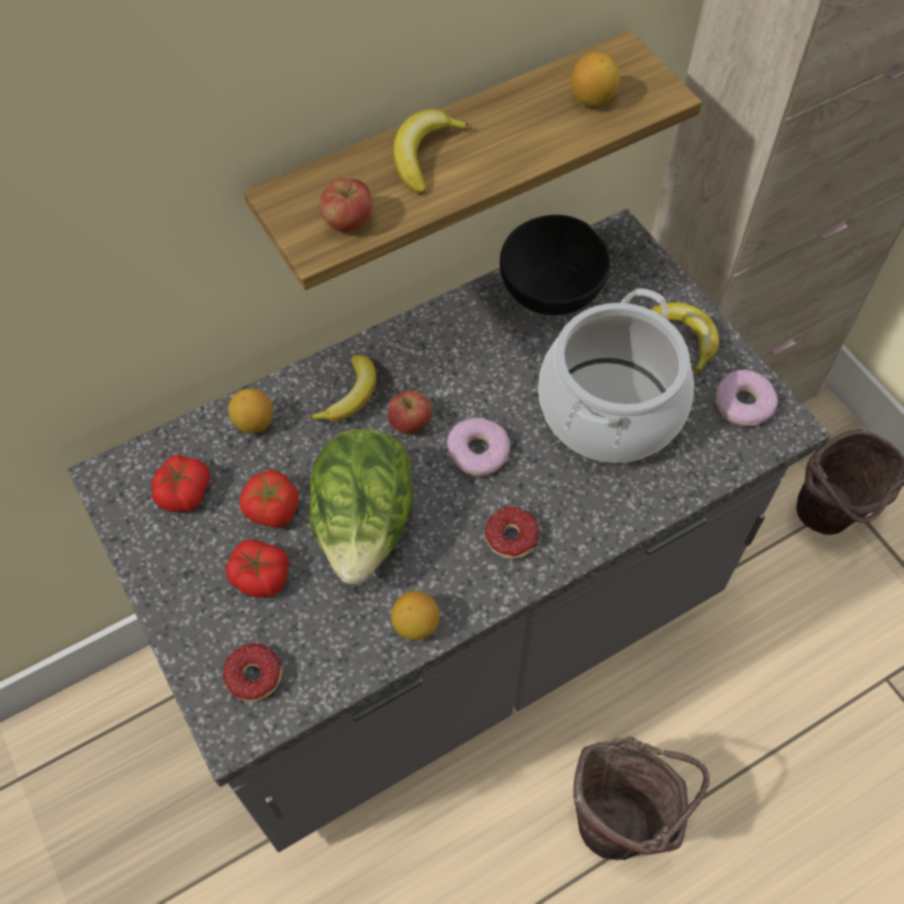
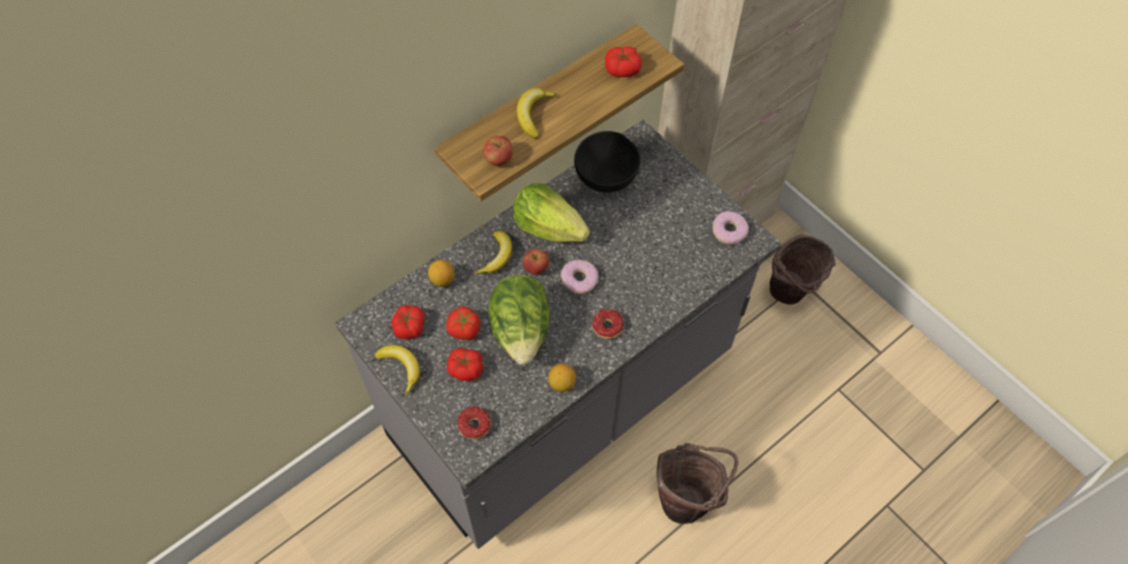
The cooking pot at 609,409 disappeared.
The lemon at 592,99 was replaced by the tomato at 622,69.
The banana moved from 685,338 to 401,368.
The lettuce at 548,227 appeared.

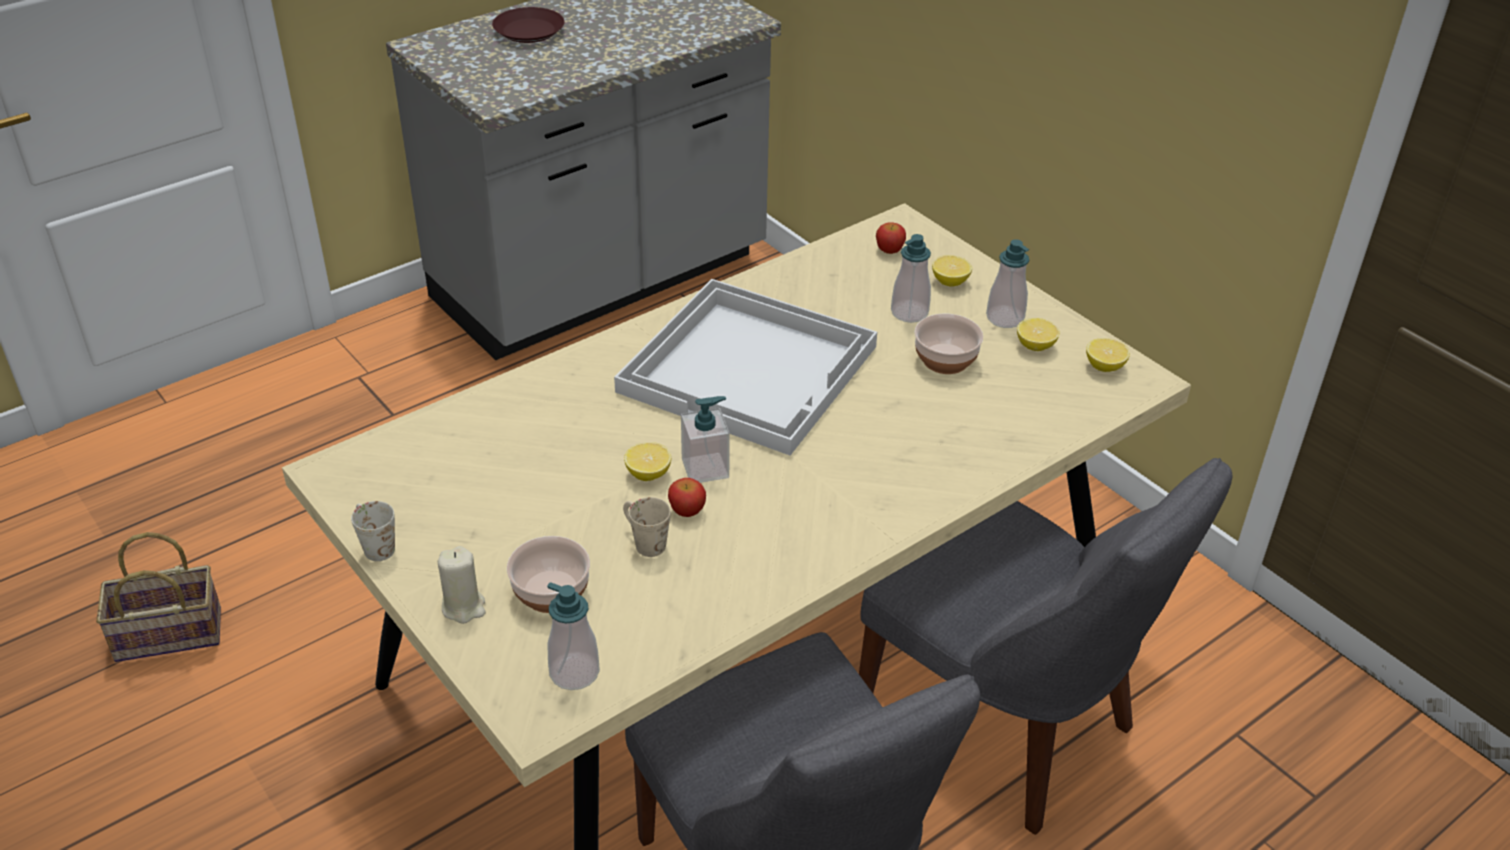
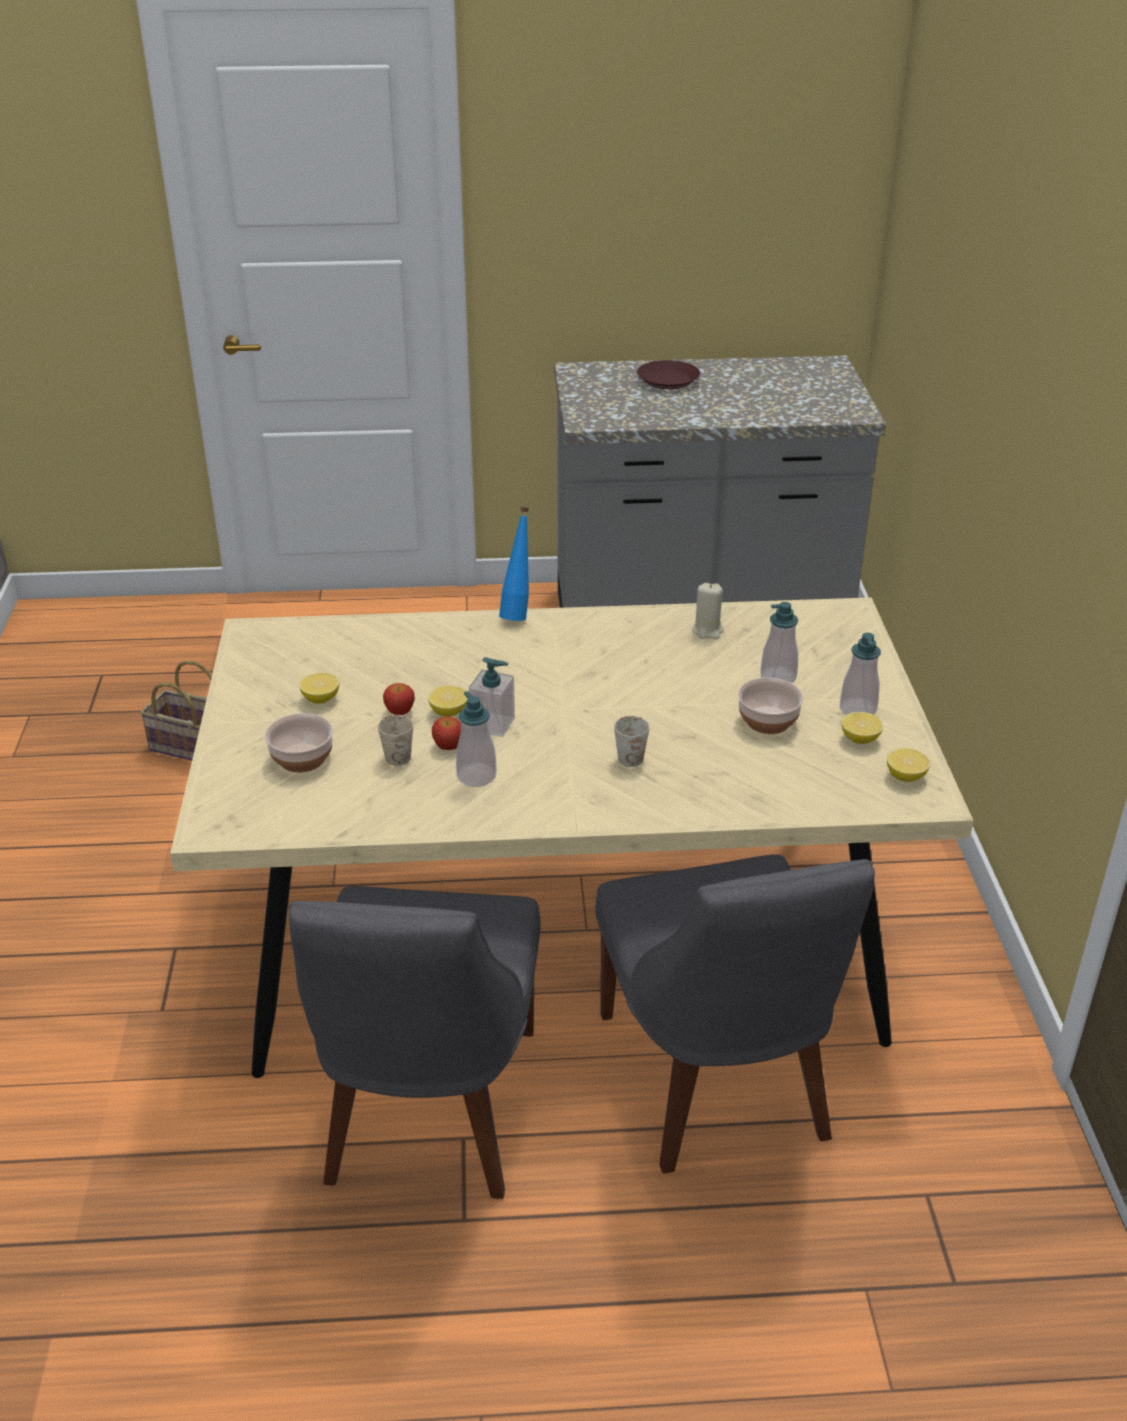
The mug (white) moved from 374,545 to 629,754.
The candle (beige) moved from 464,607 to 708,631.
The soap dispenser moved from 574,672 to 476,776.
The tray (white) at 751,368 disappeared.
The apple moved from 889,250 to 399,711.
The lemon moved from 950,281 to 321,699.
The bottle (blue) at 518,614 appeared.

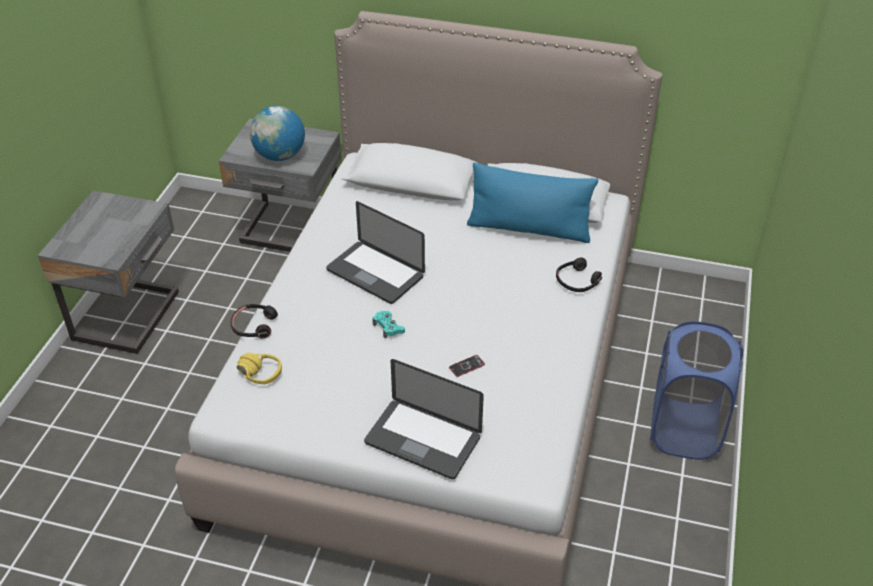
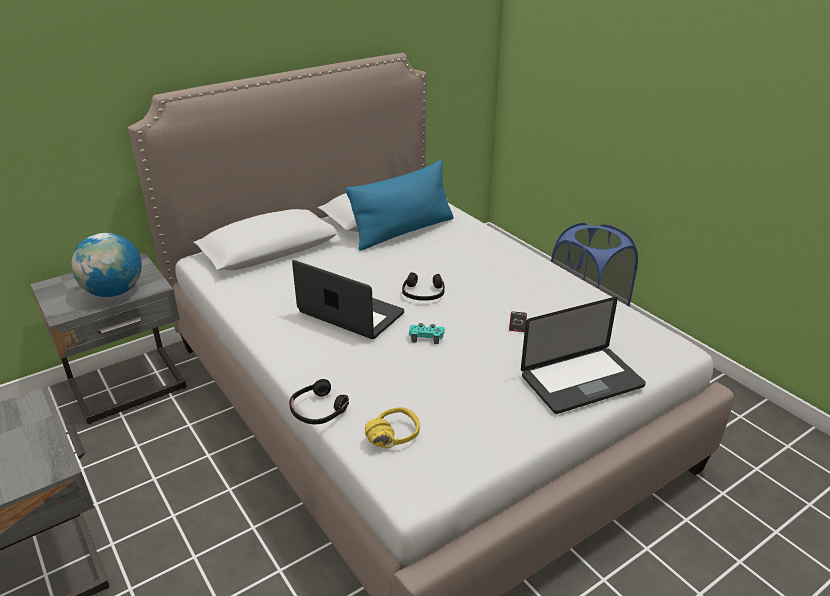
The laptop at 375,273 turned 135 degrees counterclockwise.
The headphones (black) moved from 577,281 to 423,293.

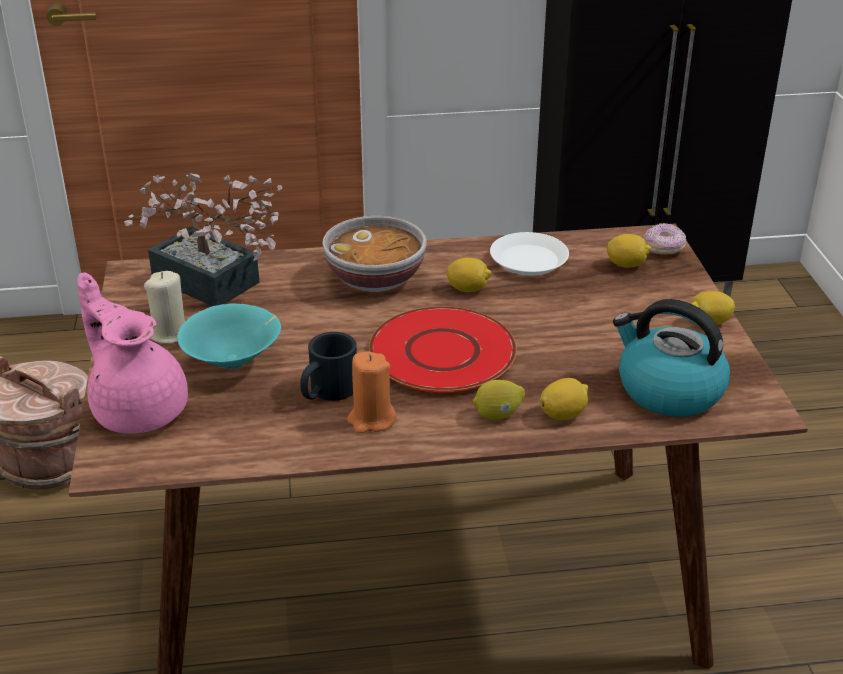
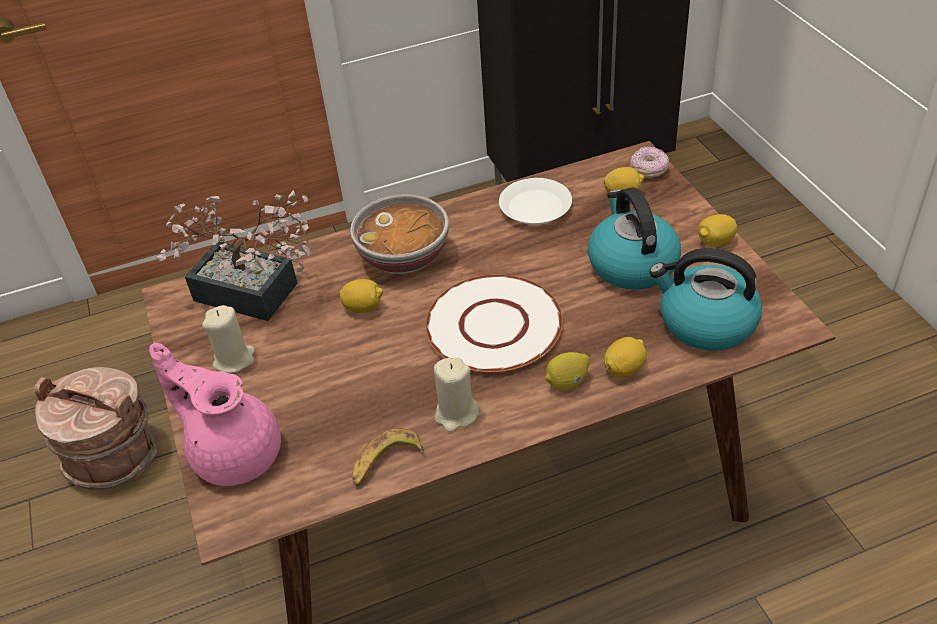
The bowl (turquoise) at 235,362 disappeared.
The mug (black) at 327,392 disappeared.
The candle (orange) at 371,419 became the candle (beige) at 456,414.
The plate (red) at 441,353 became the plate (white) at 493,326.
The lemon moved from 468,289 to 363,307.
The banana at 385,462 appeared.
The kettle at 631,264 appeared.

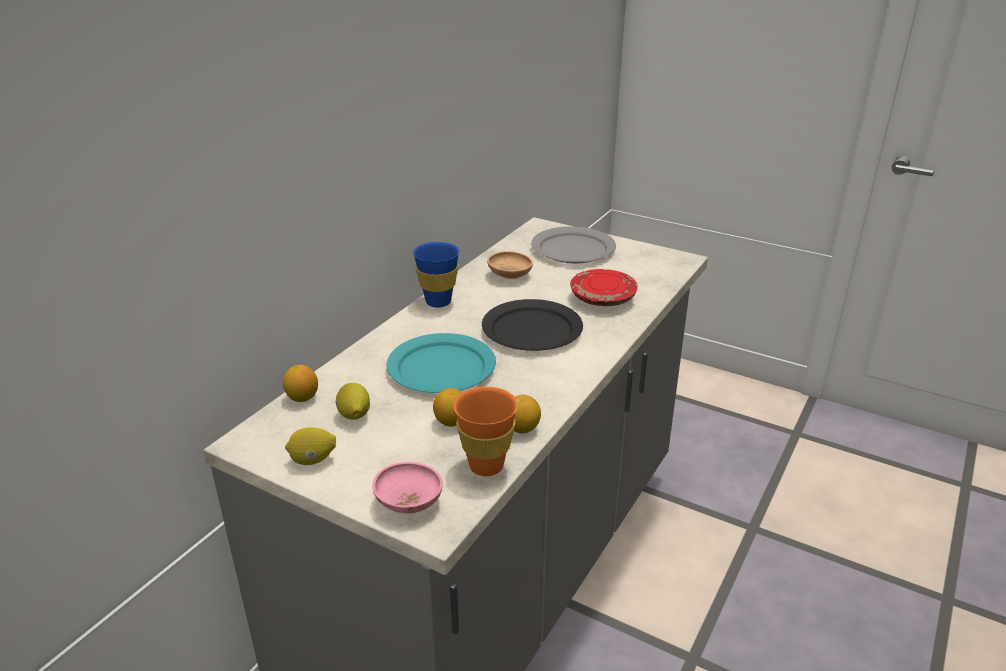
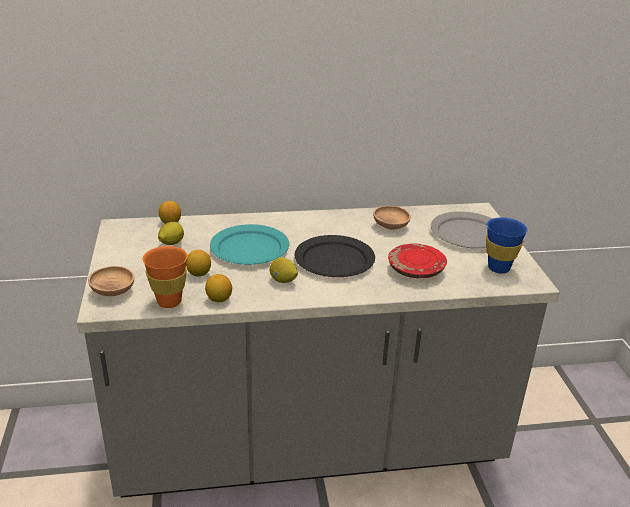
The lemon moved from 313,460 to 283,281.
The bowl (pink) at 408,502 became the bowl (brown) at 113,291.
The cup (blue) moved from 438,302 to 498,268.

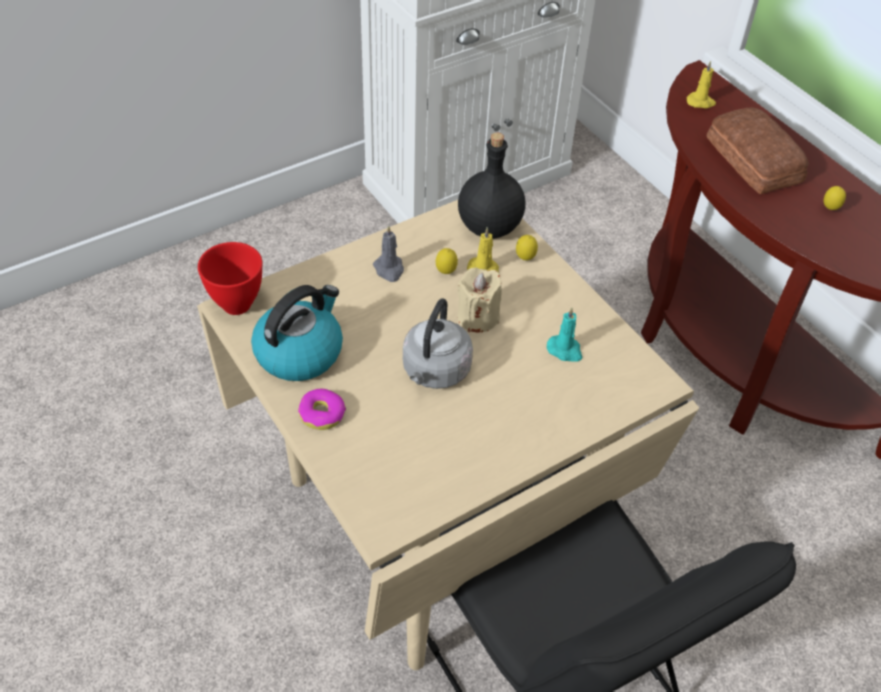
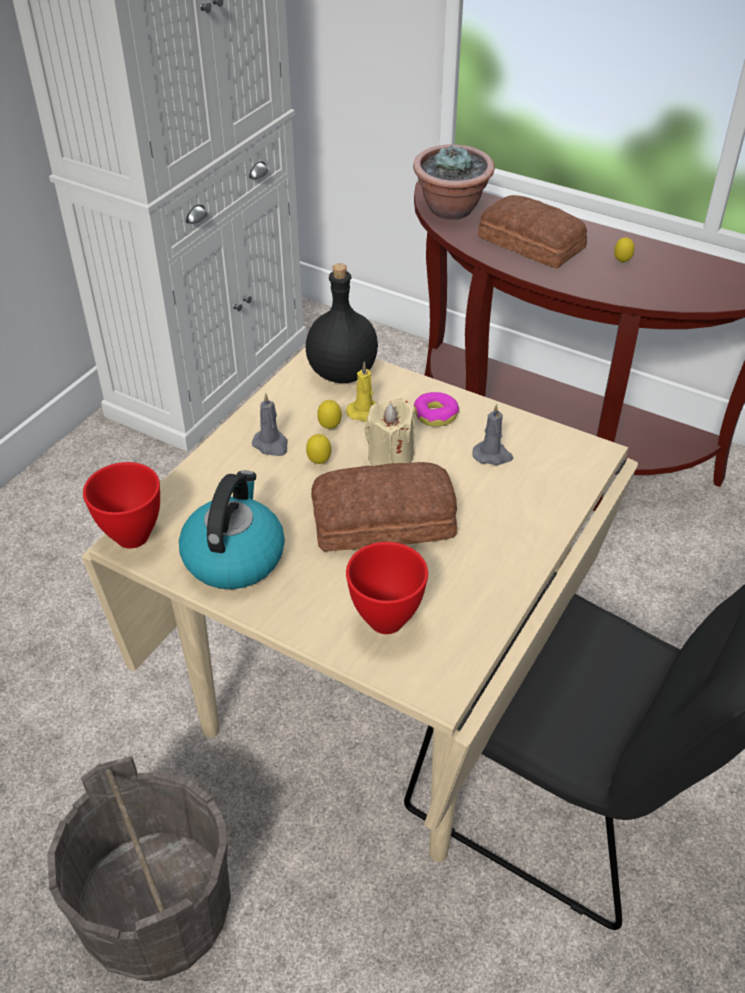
The donut moved from 322,414 to 436,415.
The kettle (grey) at 435,372 was replaced by the bread at 385,522.
The lemon moved from 525,259 to 319,462.
The candle (turquoise) at 565,350 became the candle (grey) at 492,455.
The candle (yellow) at 701,102 was replaced by the potted plant at 451,210.
The bucket (grey) at 157,913 appeared.
The bowl (red) at 388,621 appeared.

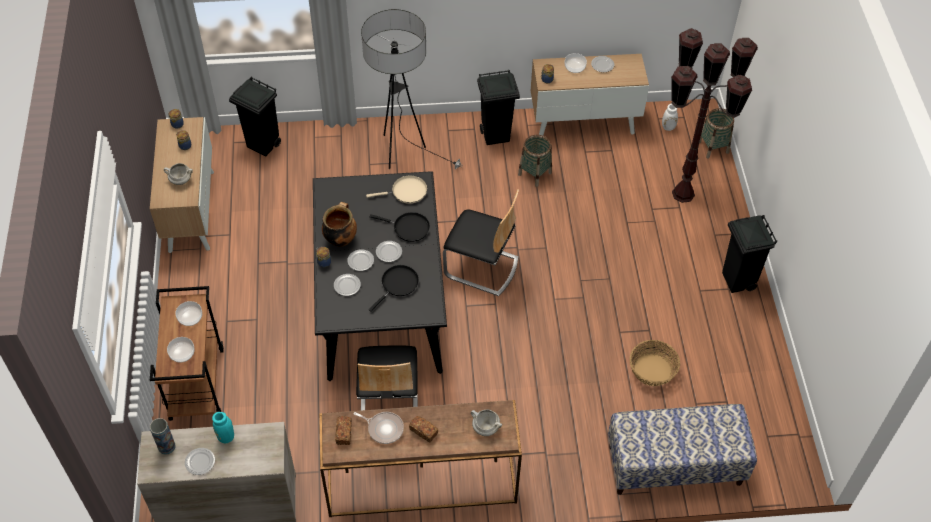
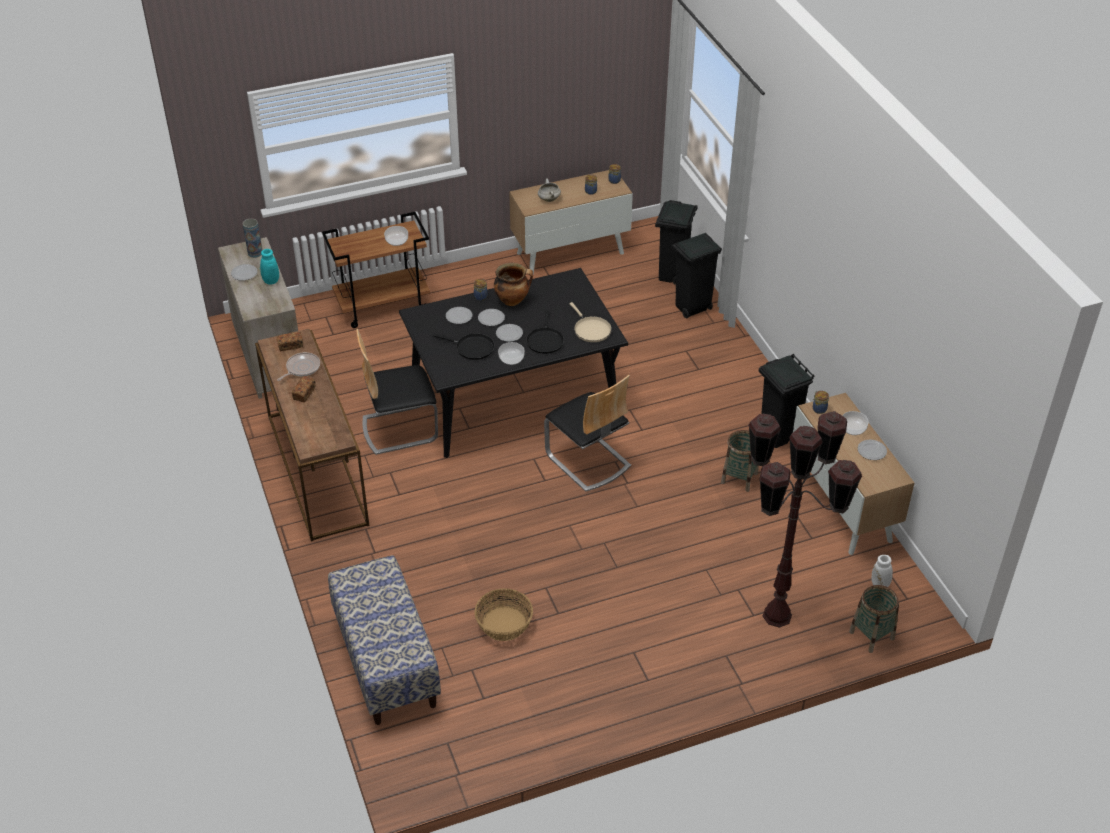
The bowl moved from 182,353 to 511,358.
The frying pan at 384,428 turned 150 degrees counterclockwise.
The floor lamp at 402,153 disappeared.
The chair at 481,267 turned 45 degrees counterclockwise.
The cooking pot (white) at 485,428 disappeared.
The trash can (black) moved from 738,281 to 692,308.

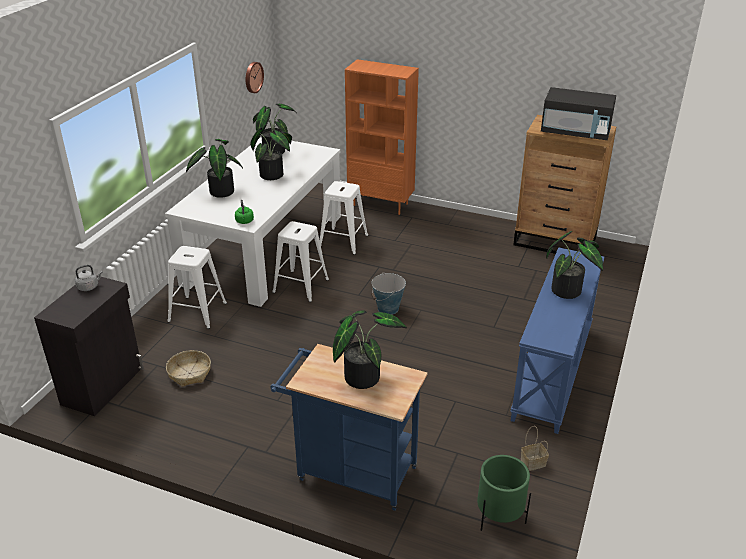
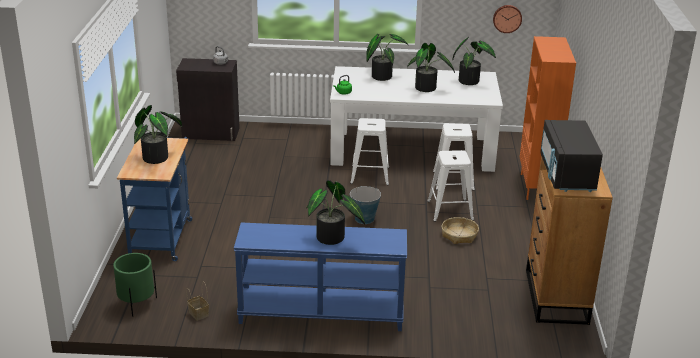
The basket moved from 189,373 to 459,235.
The stool (white) moved from 196,312 to 449,210.

